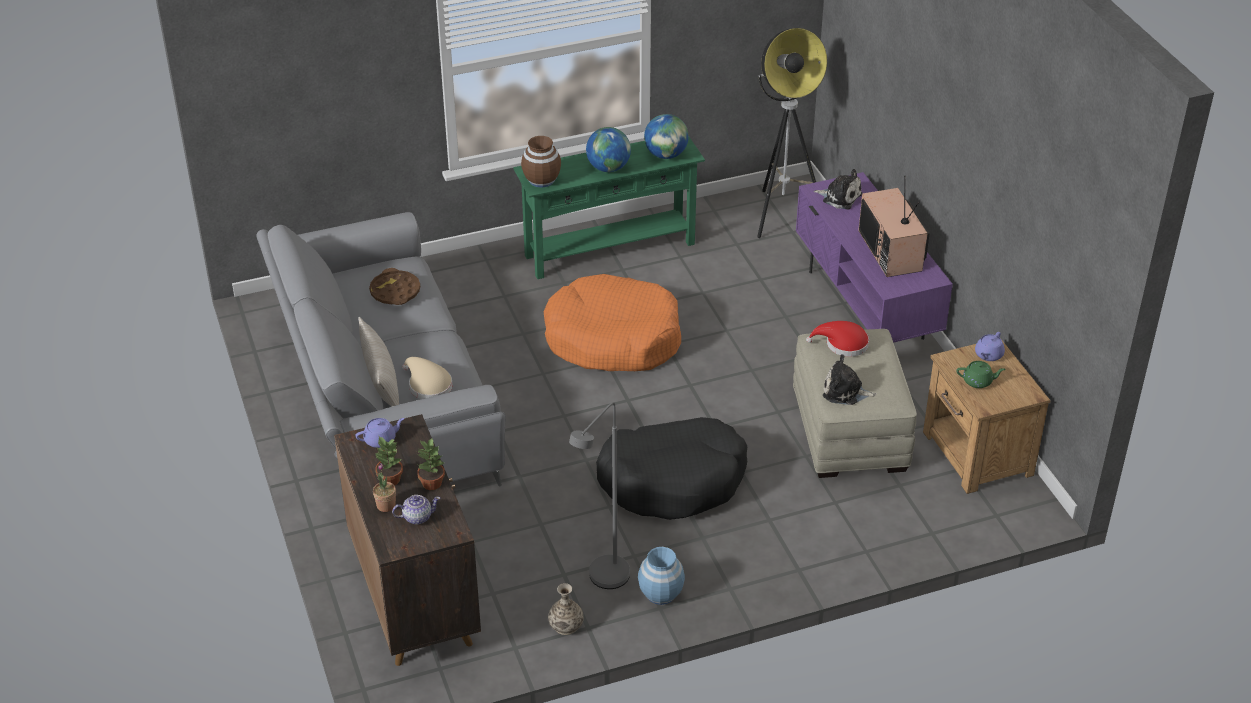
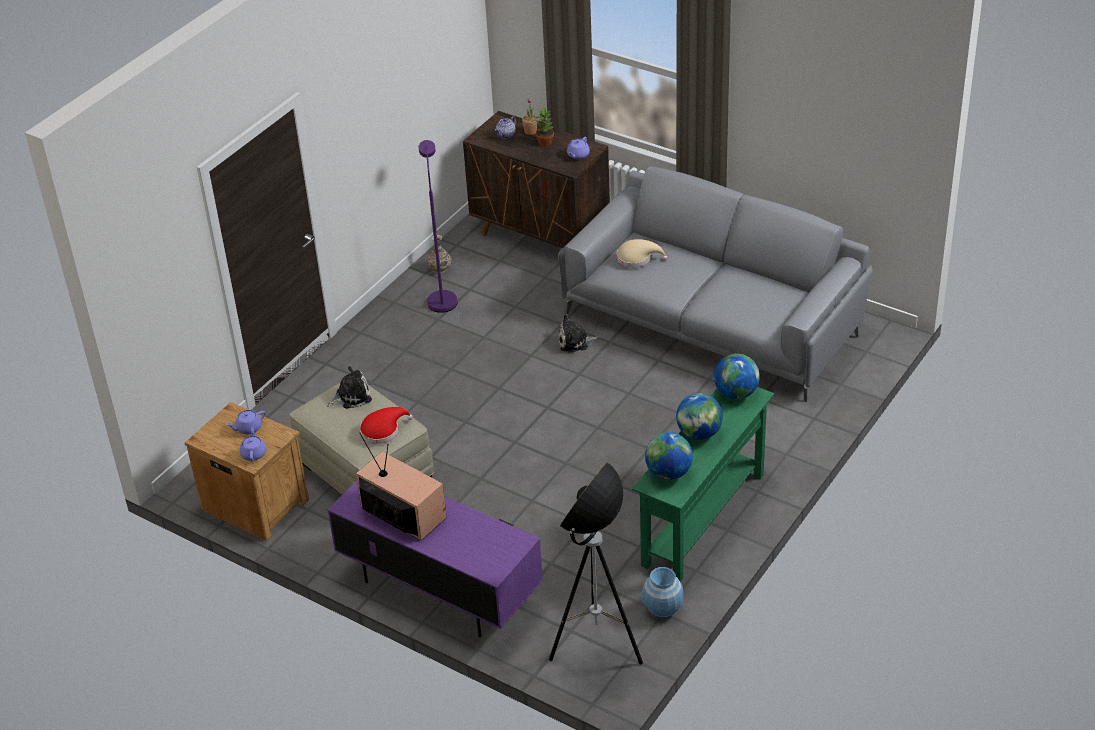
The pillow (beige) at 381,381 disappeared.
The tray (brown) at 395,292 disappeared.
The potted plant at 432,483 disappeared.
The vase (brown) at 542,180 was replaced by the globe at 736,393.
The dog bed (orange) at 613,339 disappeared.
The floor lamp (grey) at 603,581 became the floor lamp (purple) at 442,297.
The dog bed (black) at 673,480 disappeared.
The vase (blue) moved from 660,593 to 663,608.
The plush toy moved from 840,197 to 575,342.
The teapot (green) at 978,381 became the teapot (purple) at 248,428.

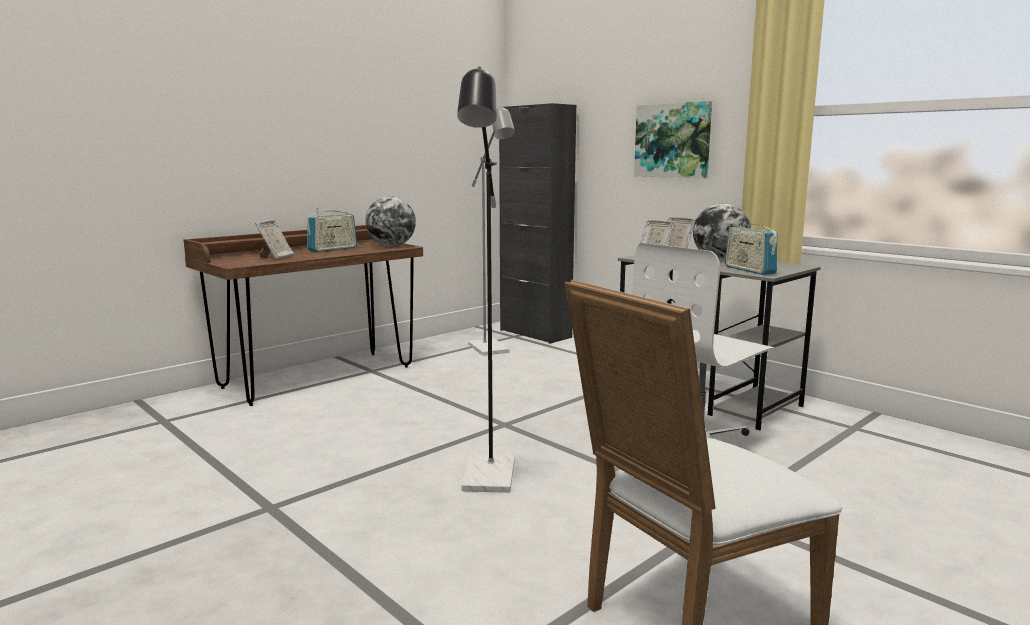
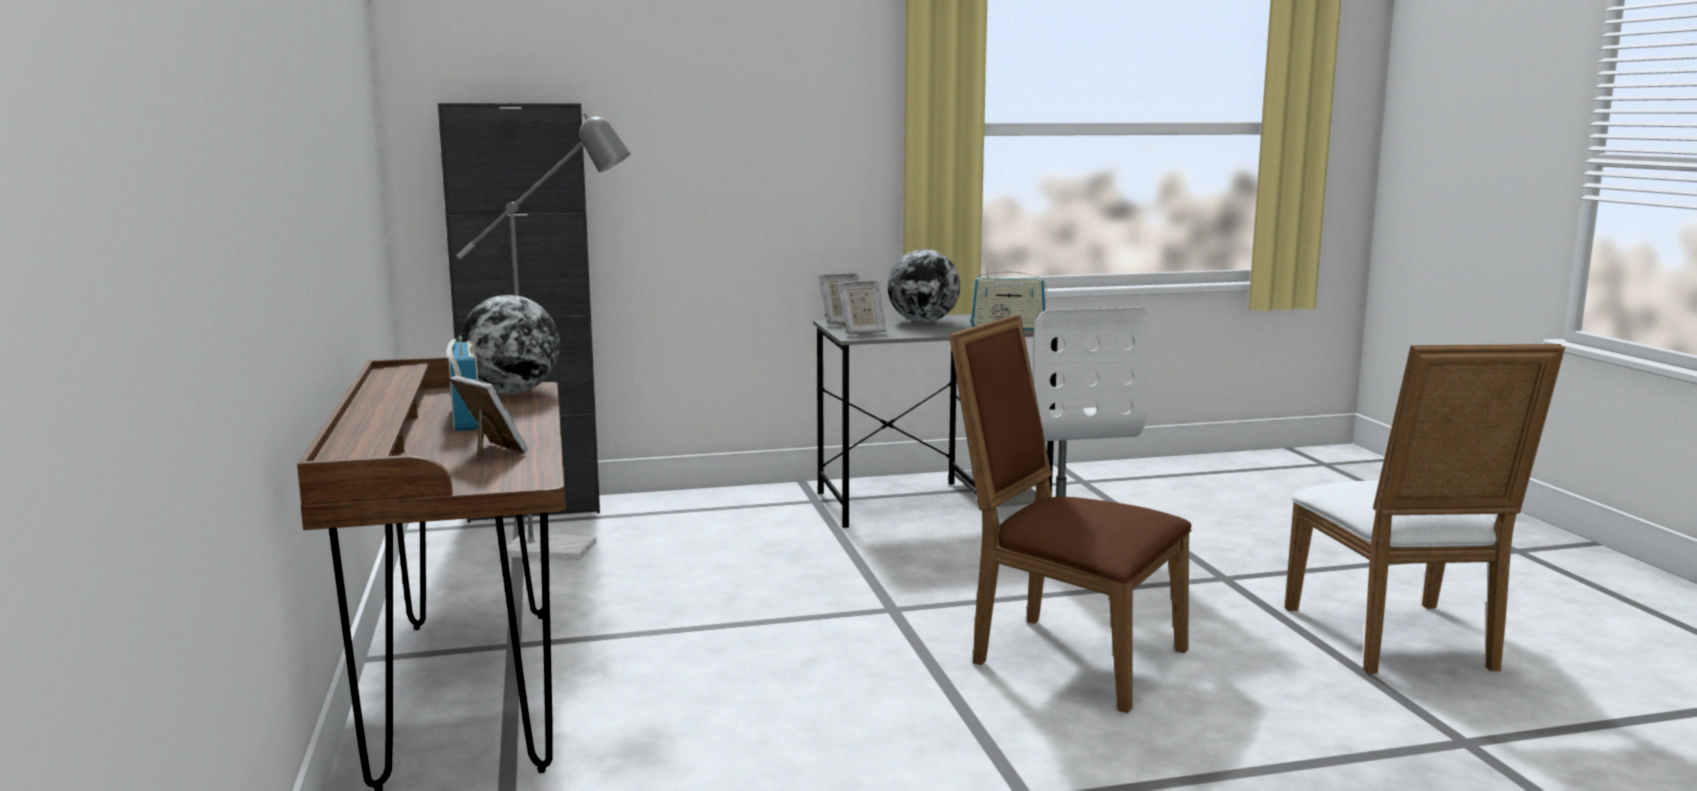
The floor lamp (black) at 488,482 was replaced by the chair (brown) at 1066,656.
The picture at 673,140 disappeared.

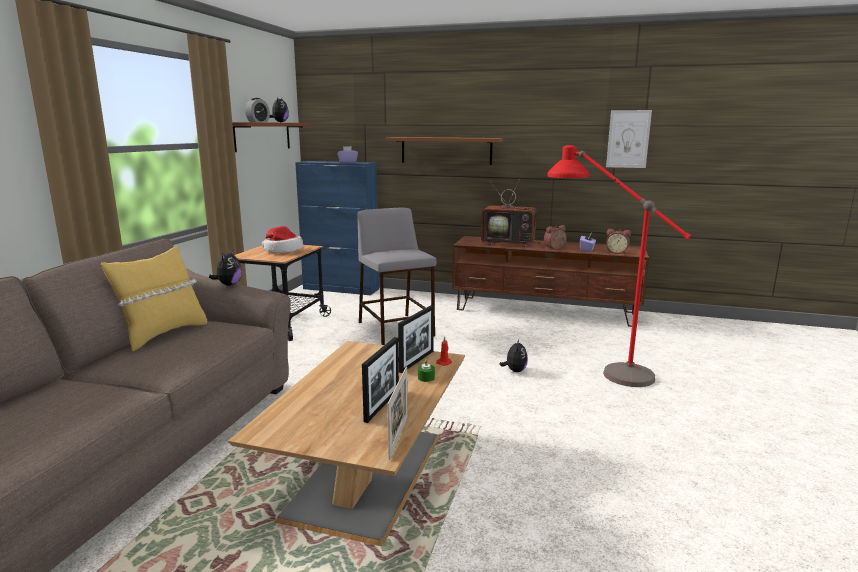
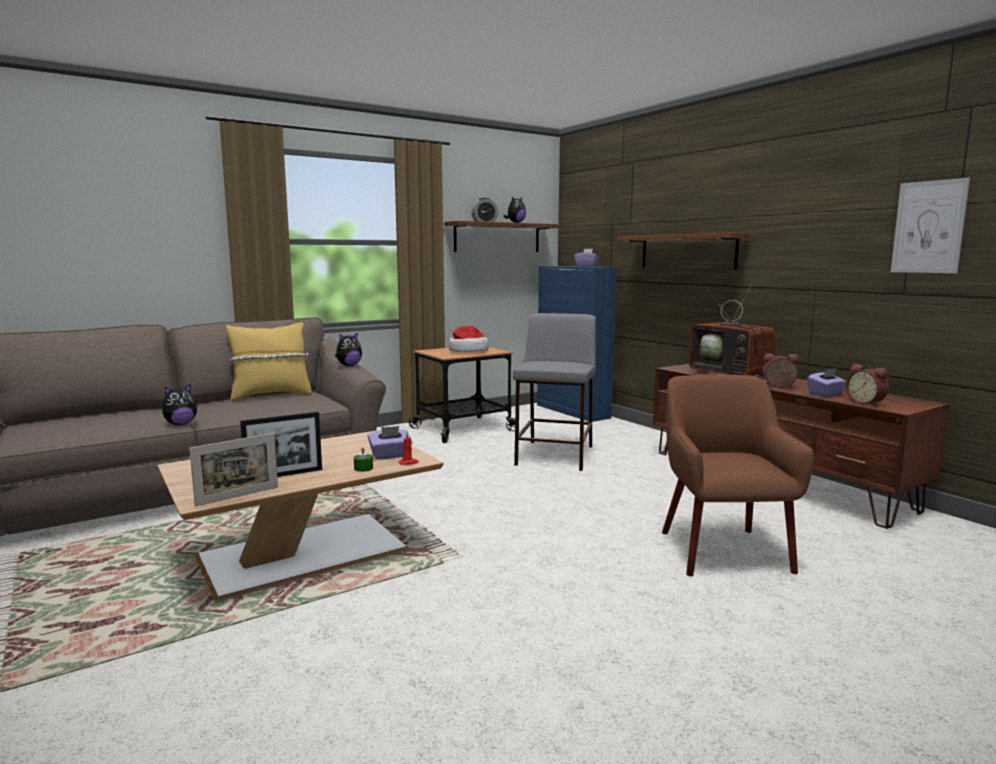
The picture frame at 416,361 was replaced by the tissue box (purple) at 390,456.
The plush toy moved from 514,371 to 180,424.
The floor lamp (red) at 597,365 was replaced by the armchair (brown) at 722,550.

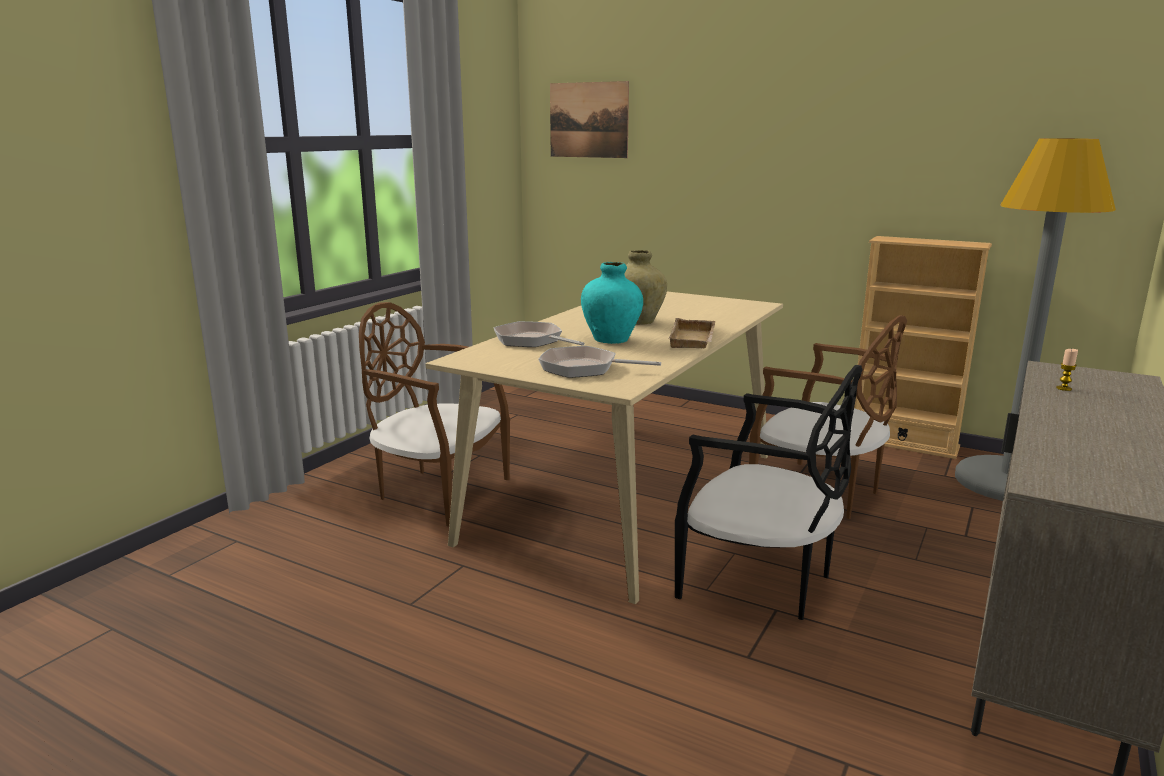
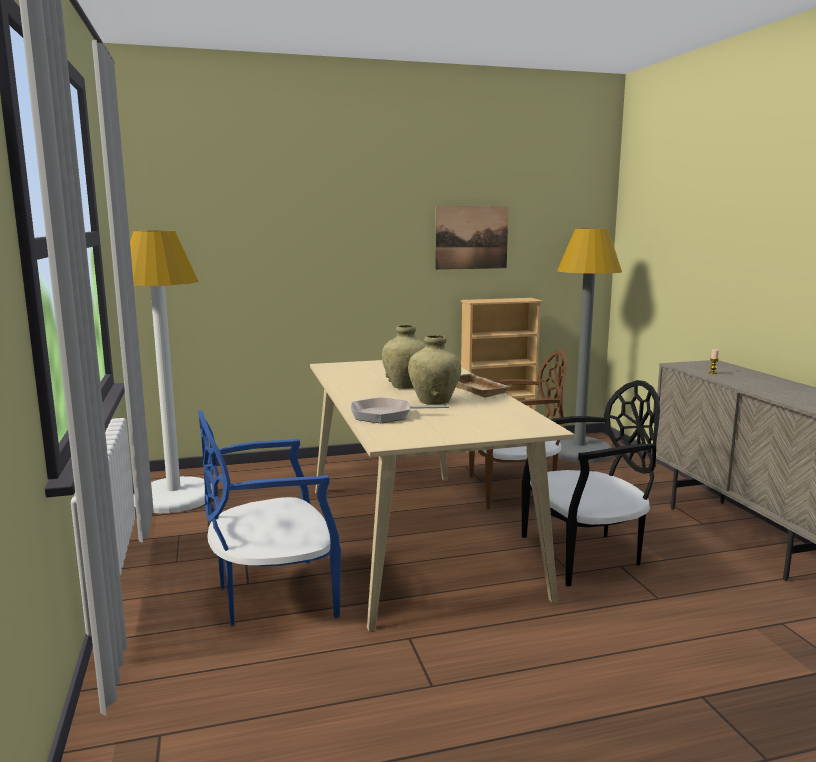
The chair (brown) at 439,492 became the chair (blue) at 273,596.
The frying pan at 584,368 disappeared.
The picture moved from 588,120 to 471,237.
The vase (turquoise) at 611,340 became the vase (beige) at 434,402.
The floor lamp (white) at 174,497 appeared.

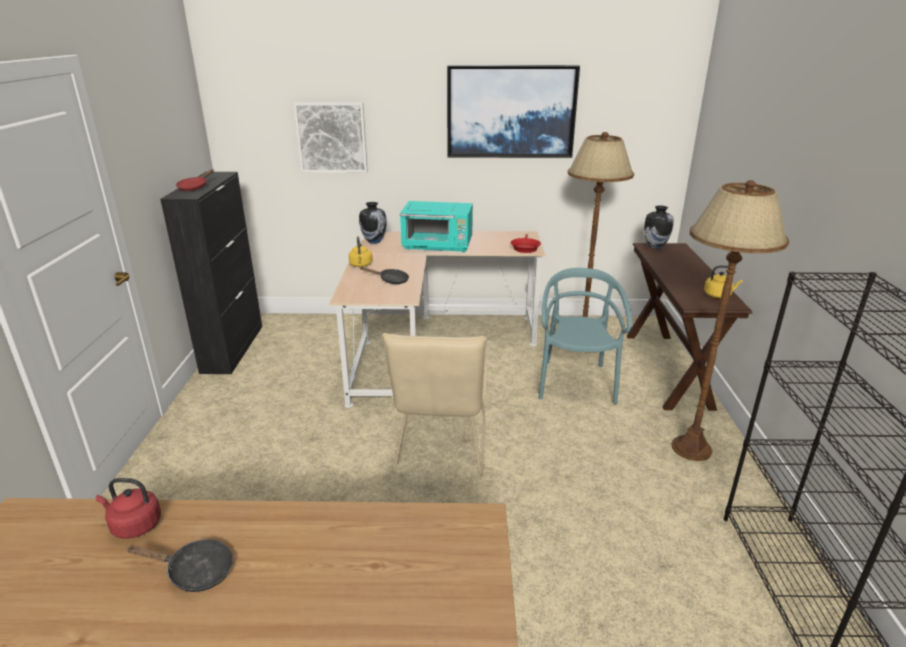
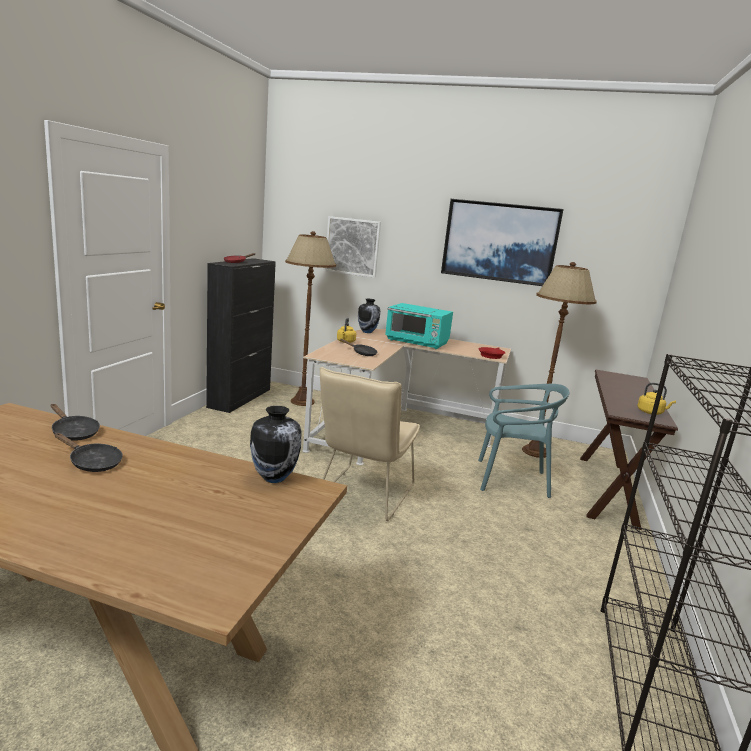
The kettle (red) at 134,525 was replaced by the frying pan (black) at 73,432.
The chair (turquoise) at 575,383 turned 75 degrees clockwise.
The vase moved from 655,246 to 274,478.
The floor lamp (brown) moved from 691,448 to 302,401.

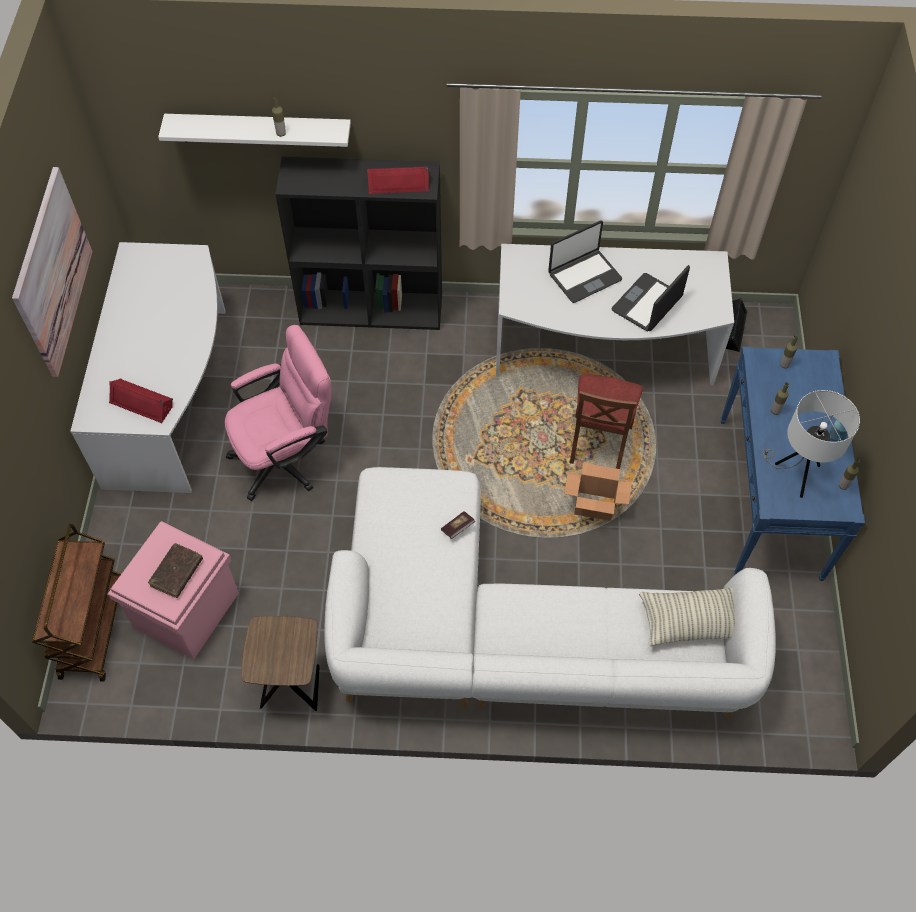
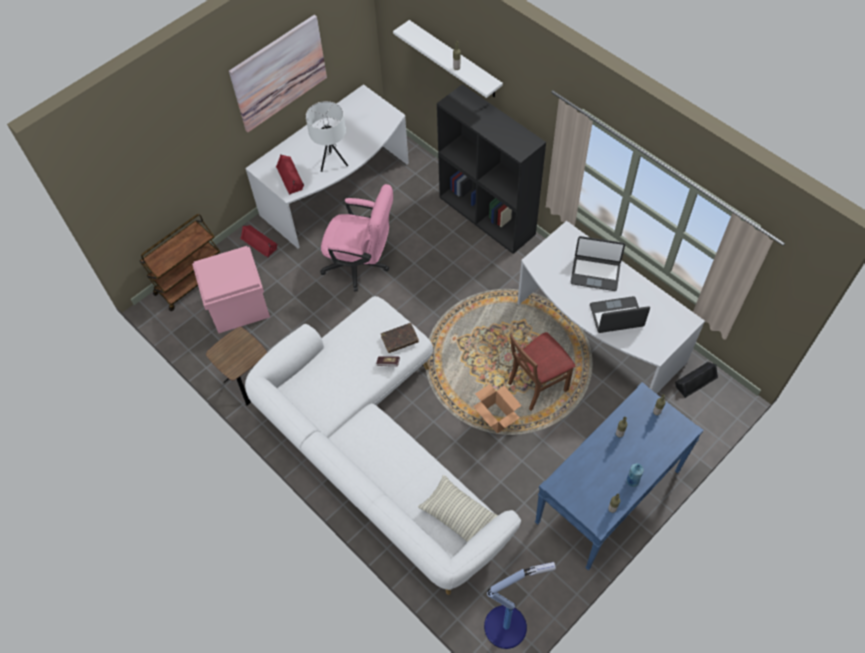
The book (brown) moved from 177,573 to 400,340.
The speaker (red) moved from 398,182 to 260,242.
The table lamp (white) moved from 796,474 to 333,162.
The floor lamp at 507,626 appeared.

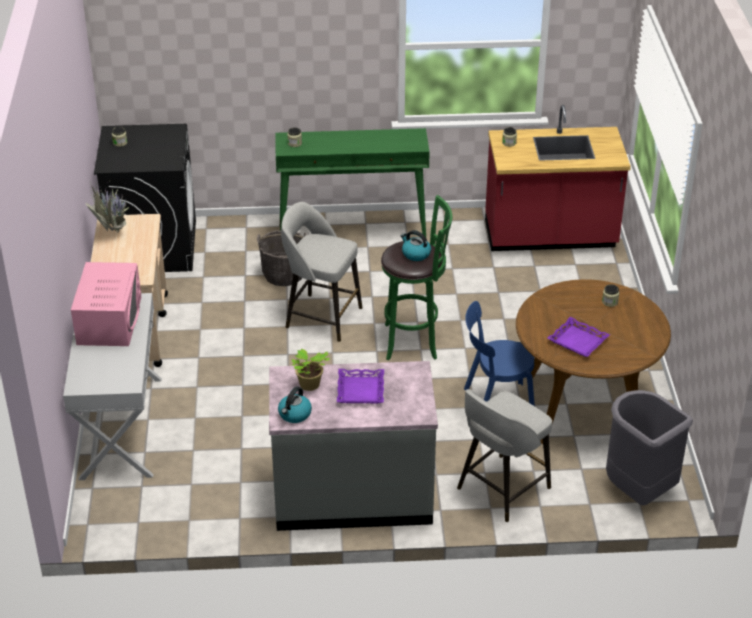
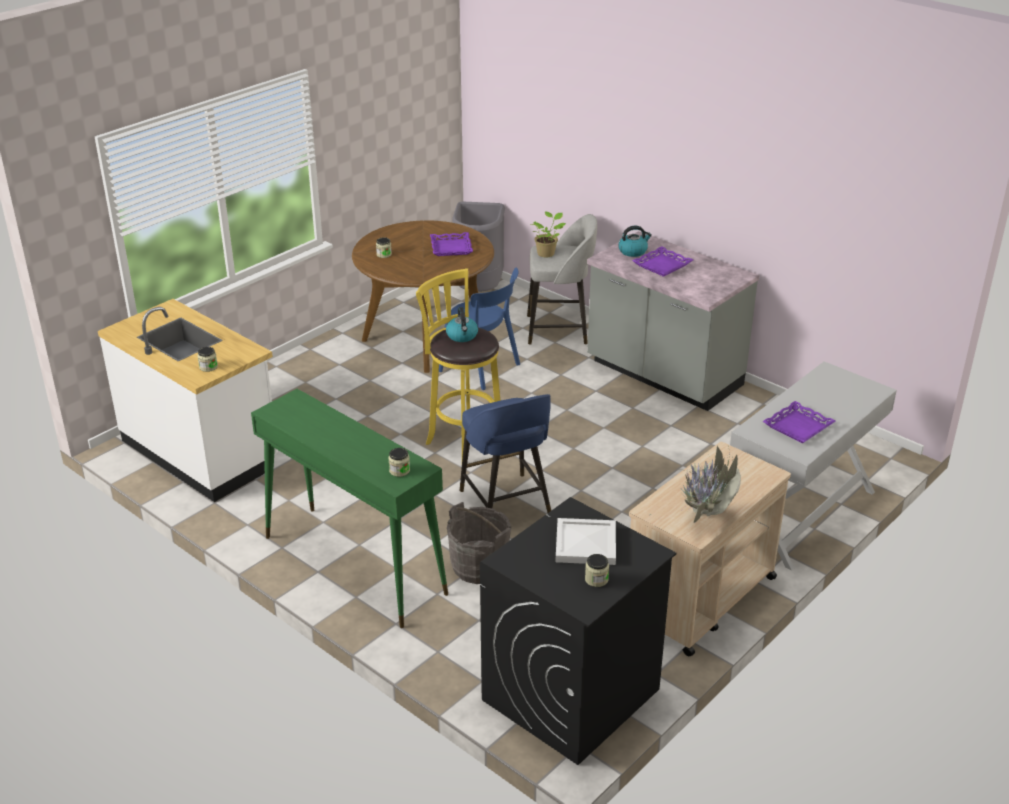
The microwave (pink) at 109,320 was replaced by the tray (purple) at 798,427.
The kettle moved from 294,414 to 633,251.
The stool (grey) at 321,317 became the stool (blue) at 506,504.
The potted plant moved from 309,385 to 547,253.
The stool (green) at 414,341 became the stool (yellow) at 463,440.
The counter (red) at 550,237 became the counter (white) at 201,451.
The tray (white) at 584,543 appeared.

